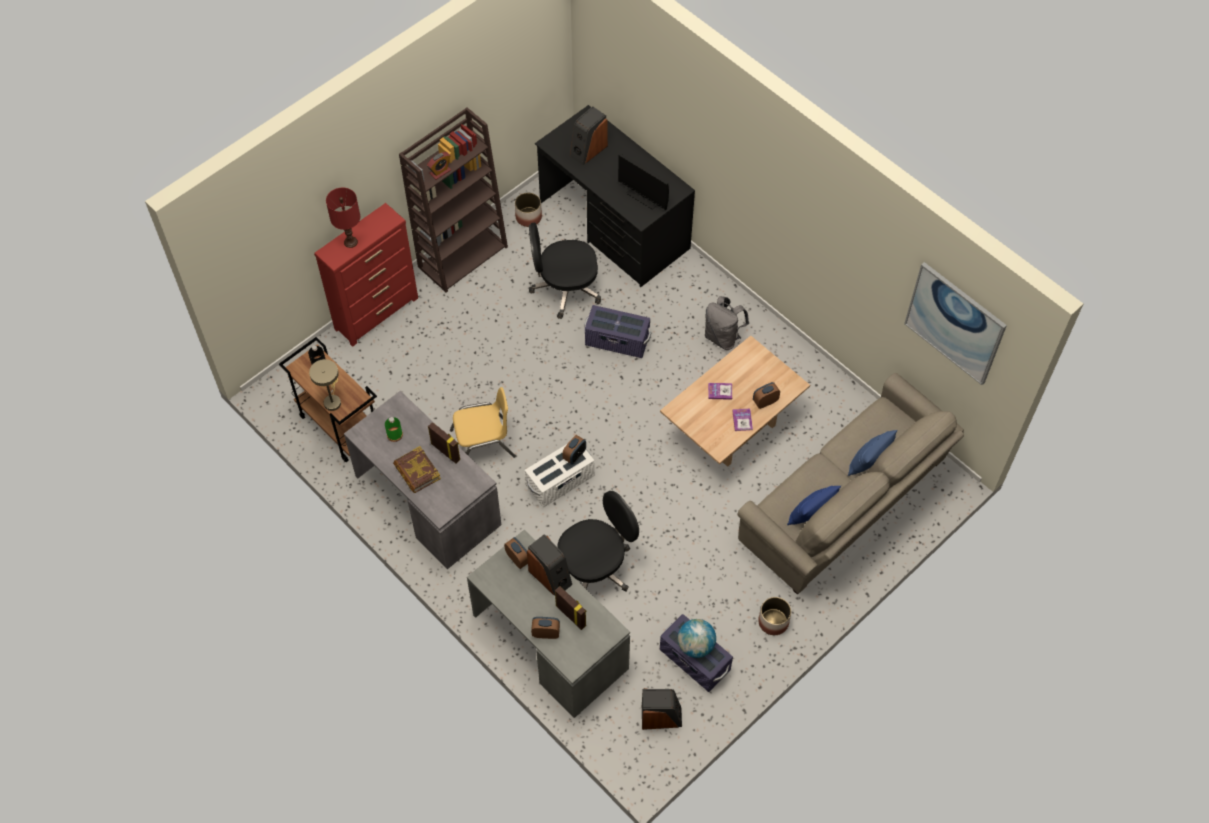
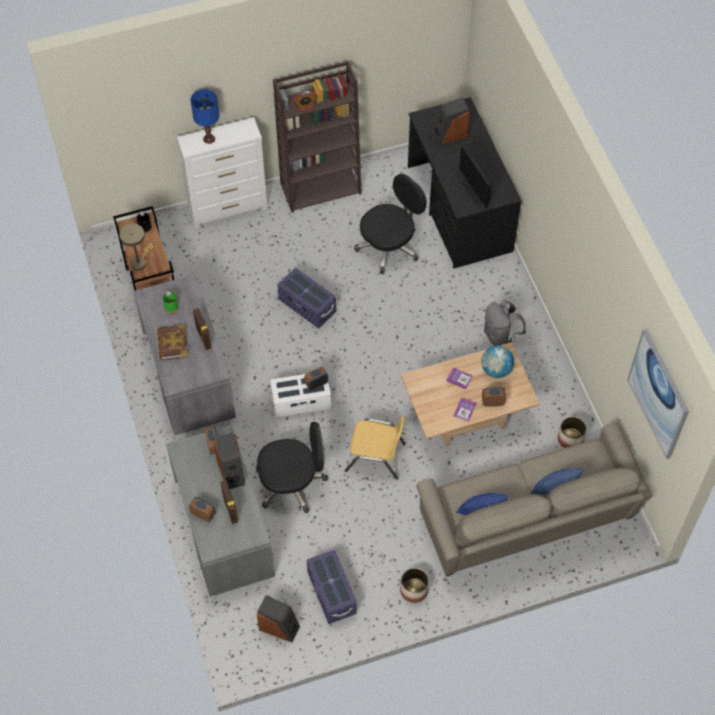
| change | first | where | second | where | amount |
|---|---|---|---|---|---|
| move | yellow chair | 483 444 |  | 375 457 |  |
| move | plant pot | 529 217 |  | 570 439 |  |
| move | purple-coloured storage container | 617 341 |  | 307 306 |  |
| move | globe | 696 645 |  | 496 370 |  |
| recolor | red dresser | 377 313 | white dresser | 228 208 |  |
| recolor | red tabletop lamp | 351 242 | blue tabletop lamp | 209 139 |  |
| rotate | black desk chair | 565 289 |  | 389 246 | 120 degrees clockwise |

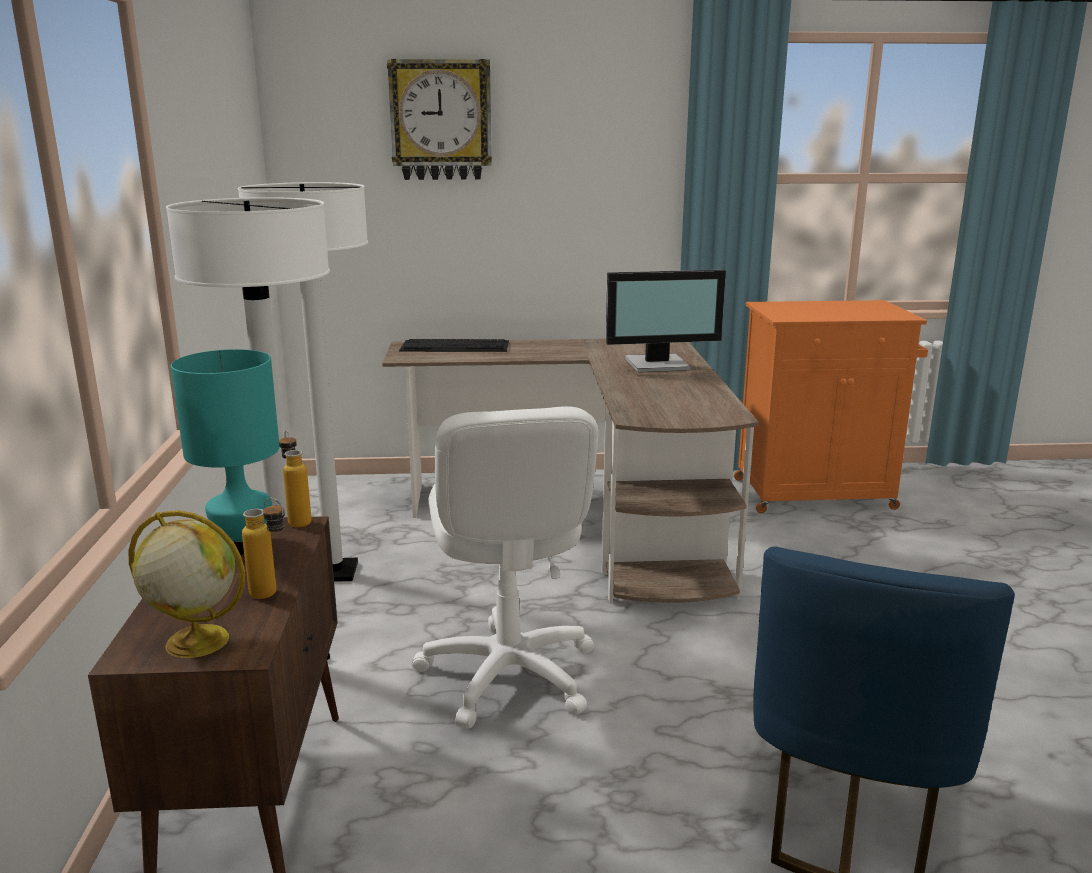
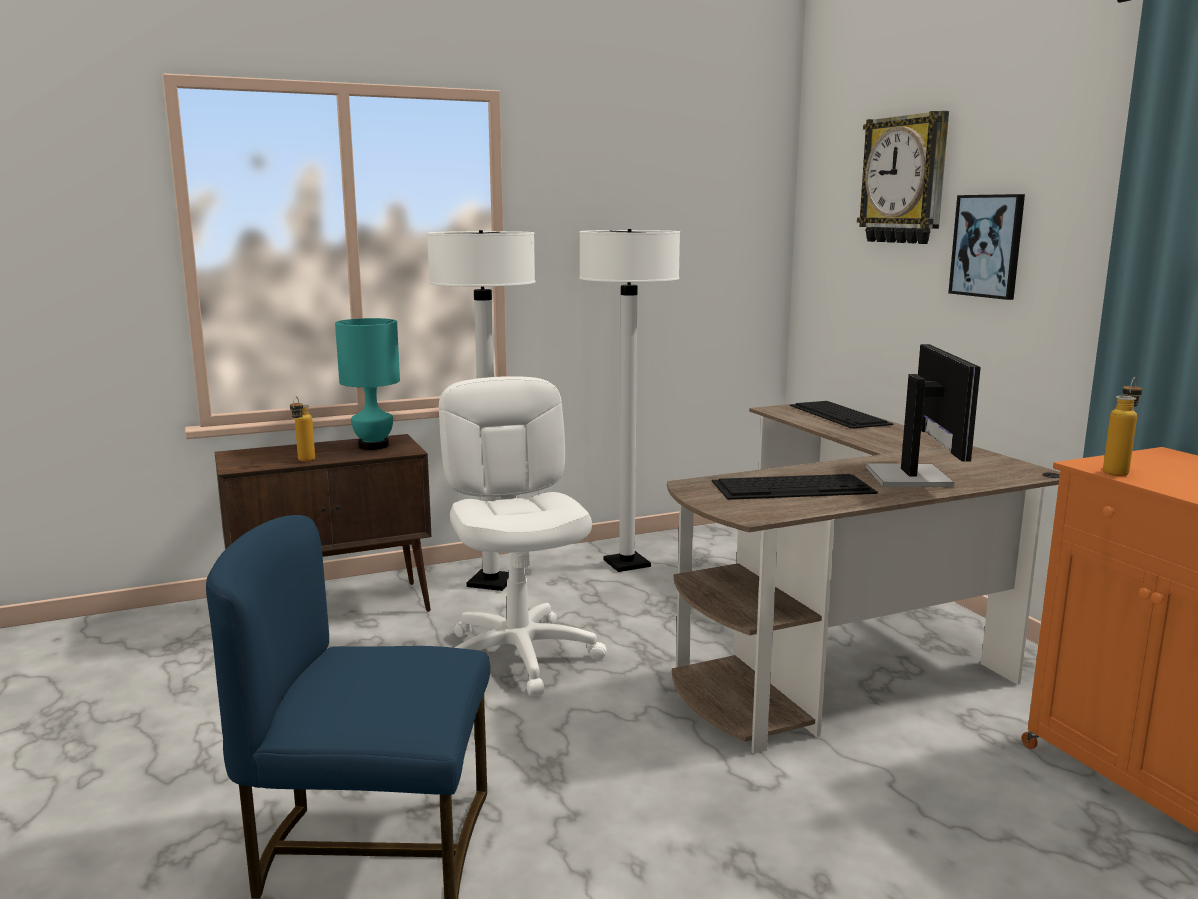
| change | first | where | second | where | amount |
|---|---|---|---|---|---|
| delete | globe | 195 641 |  |  |  |
| insert |  |  | keyboard | 794 487 |  |
| insert |  |  | wall picture | 987 246 |  |
| move | bottle | 297 520 |  | 1118 471 |  |
| rotate | white desk chair | 508 674 |  | 519 656 | 105 degrees clockwise |
| rotate | computer screen | 658 365 |  | 912 476 | 150 degrees counterclockwise |

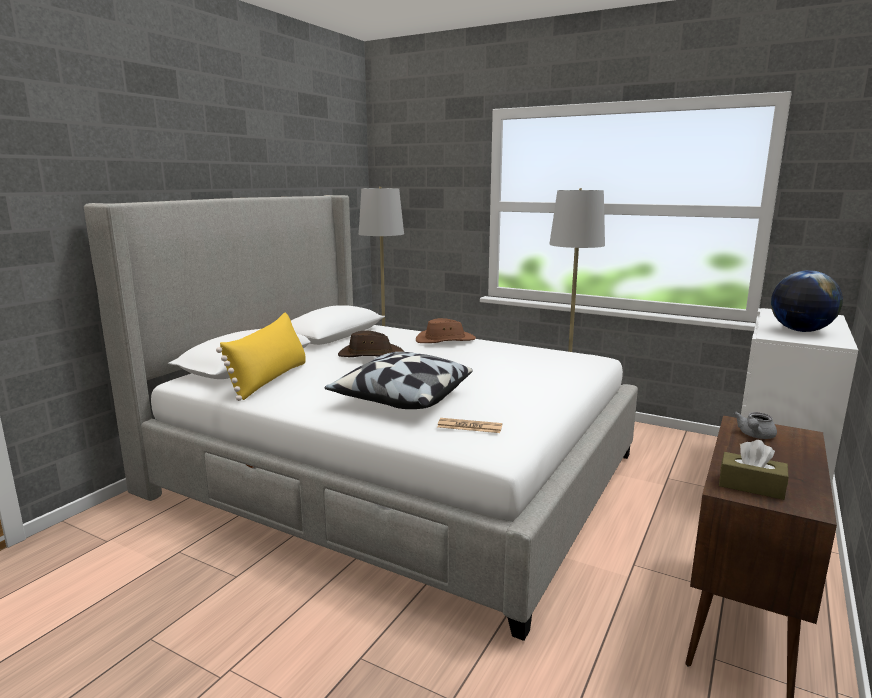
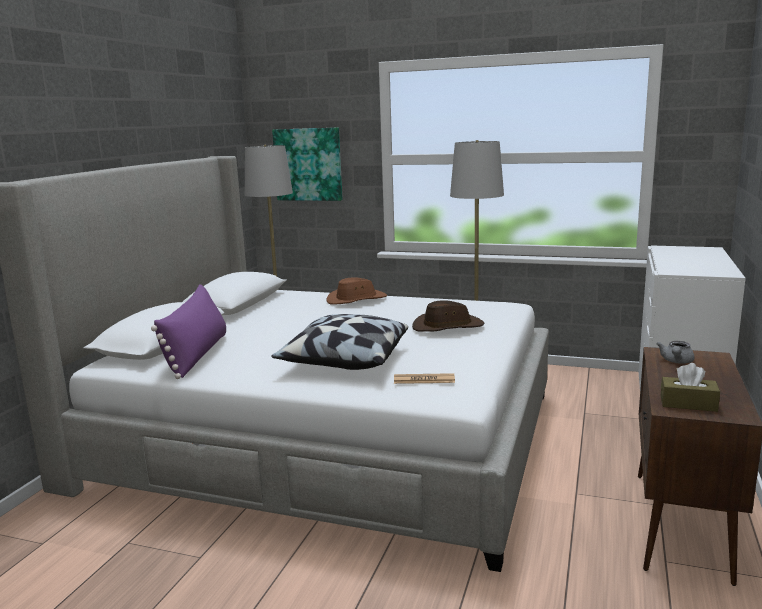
| change | first | where | second | where | amount |
|---|---|---|---|---|---|
| delete | globe | 800 331 |  |  |  |
| insert |  |  | wall picture | 308 164 |  |
| move | brown wearable hat | 370 355 |  | 447 327 |  |
| recolor | yellow pillow | 270 379 | purple-coloured pillow | 197 355 |  |

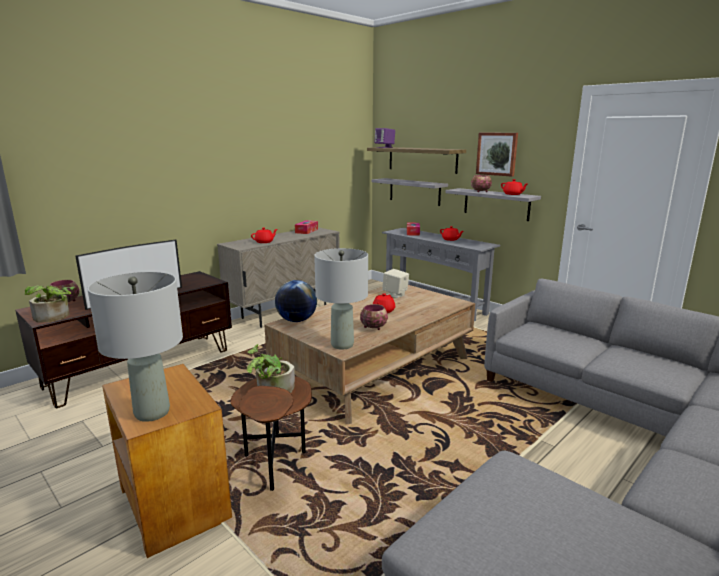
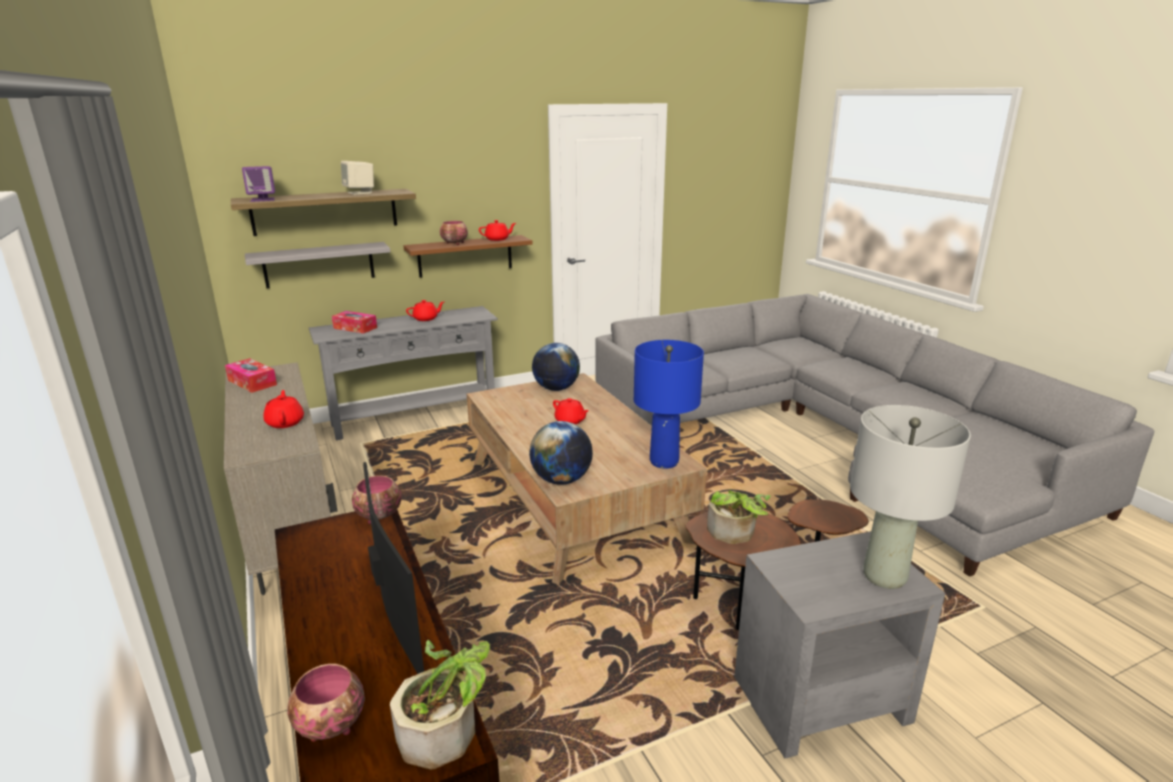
| change | first | where | second | where | amount |
|---|---|---|---|---|---|
| delete | wall picture | 497 154 |  |  |  |
| insert |  |  | globe | 556 388 |  |
| move | deep dish | 373 327 |  | 378 516 |  |
| move | beige-coloured audio speaker | 395 294 |  | 360 193 |  |
| recolor | brown end table | 174 501 | greyish end table | 819 699 |  |
| recolor | greyish tabletop lamp | 342 345 | blue tabletop lamp | 664 462 |  |
| recolor | greyish wall shelf | 496 204 | brown wall shelf | 465 256 |  |

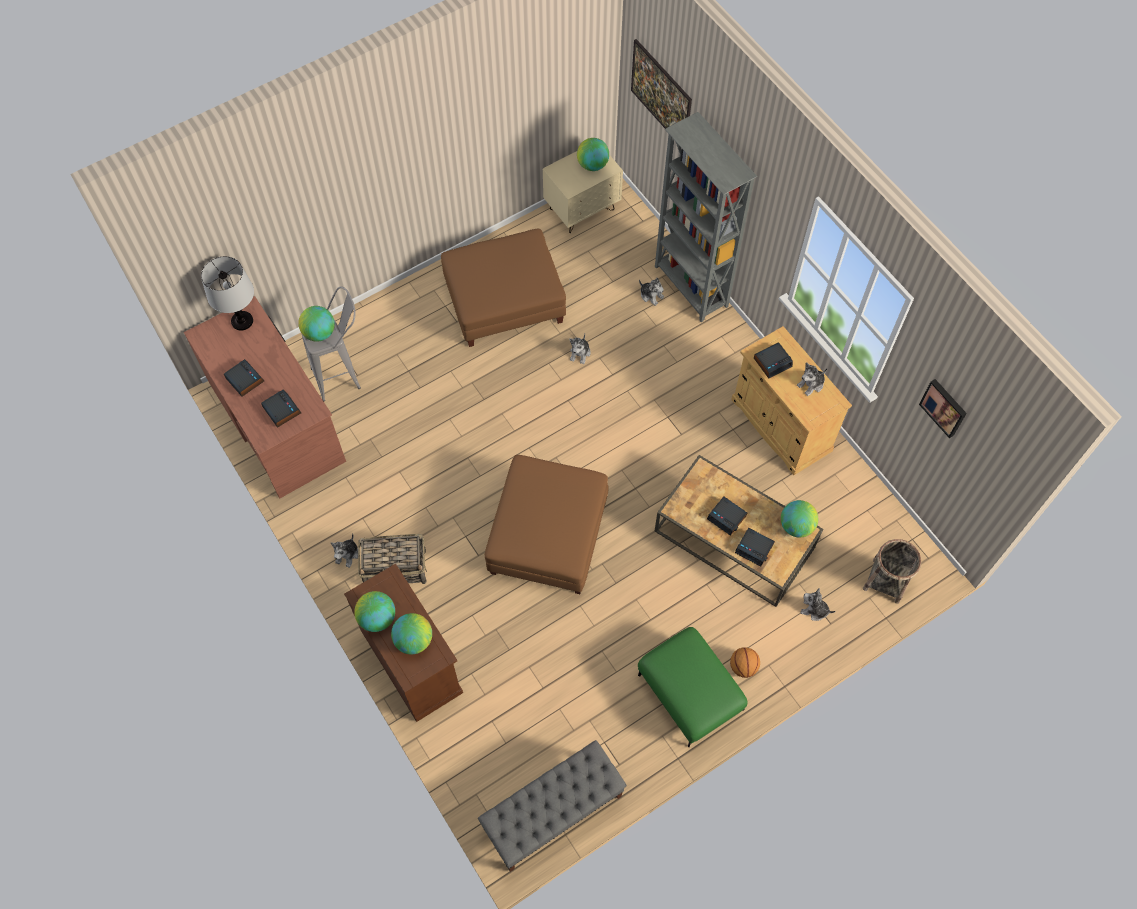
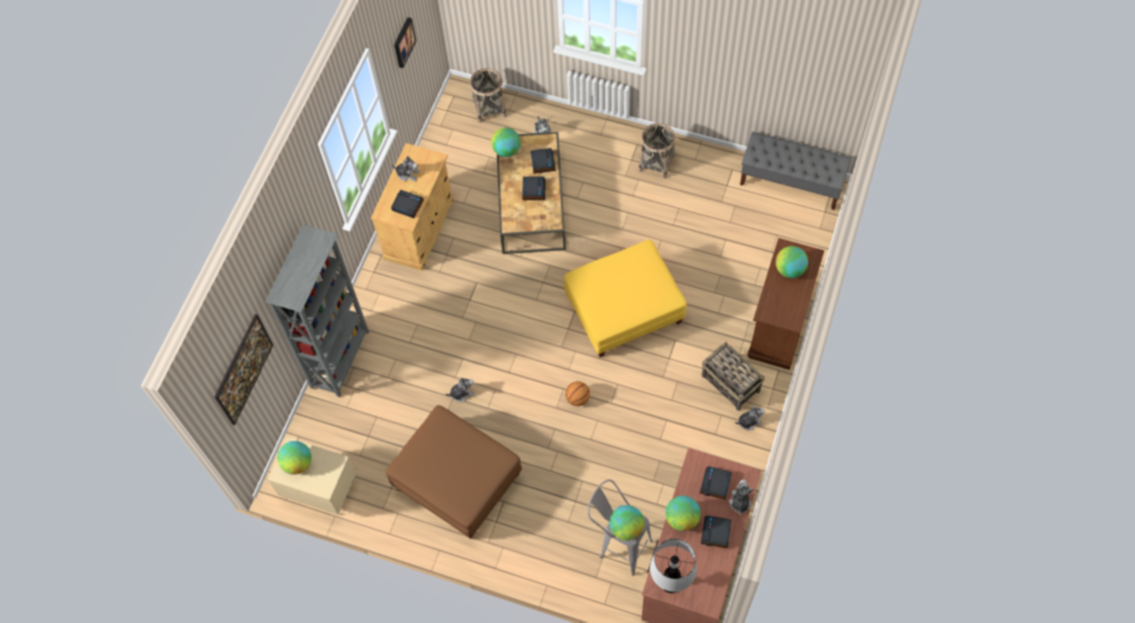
| change | first | where | second | where | amount |
|---|---|---|---|---|---|
| move | globe | 377 618 |  | 682 518 |  |
| move | cuddly toy | 651 295 |  | 740 501 |  |
| move | basketball | 743 667 |  | 577 398 |  |
| replace | green ottoman | 688 693 | storage basket | 656 163 |  |
| recolor | brown ottoman | 548 536 | yellow ottoman | 624 308 |  |

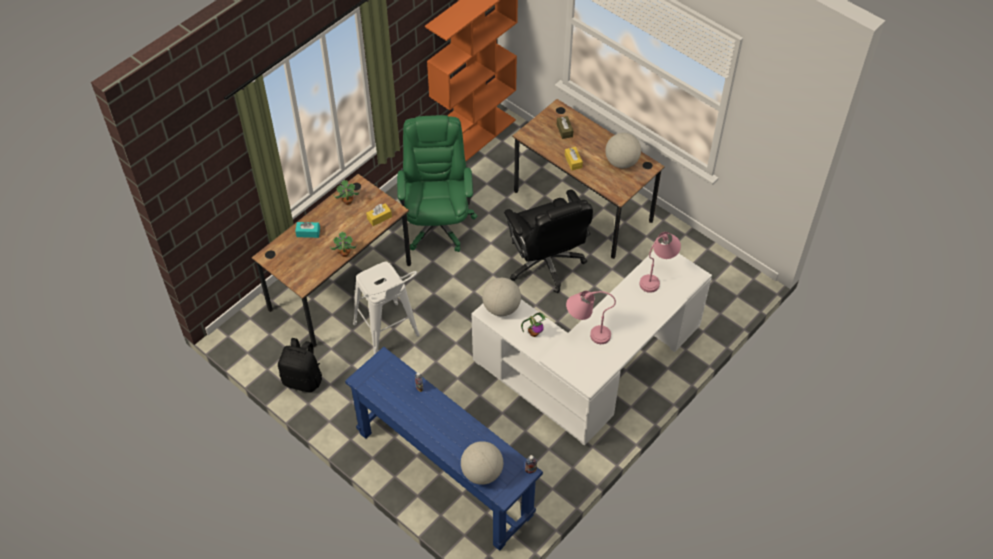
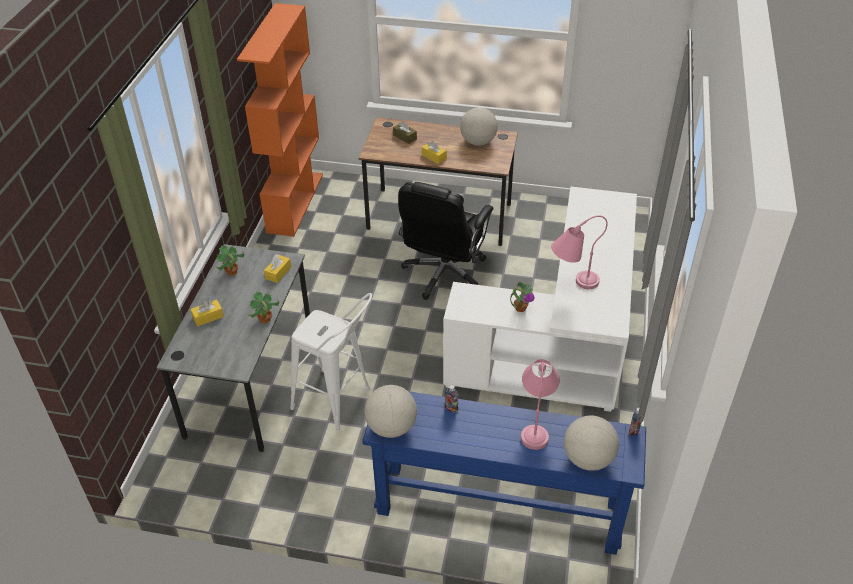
| change | first | where | second | where | amount |
|---|---|---|---|---|---|
| delete | black rucksack | 303 379 |  |  |  |
| delete | green desk chair | 437 223 |  |  |  |
| move | globe | 501 307 |  | 391 427 |  |
| move | pink tabletop lamp | 657 275 |  | 536 423 |  |
| recolor | brown desk unit | 340 287 | greyish desk unit | 251 381 |  |
| recolor | turquoise tissue holder | 308 232 | yellow tissue holder | 208 317 |  |
| rotate | black desk chair | 546 263 |  | 444 274 | 75 degrees clockwise |

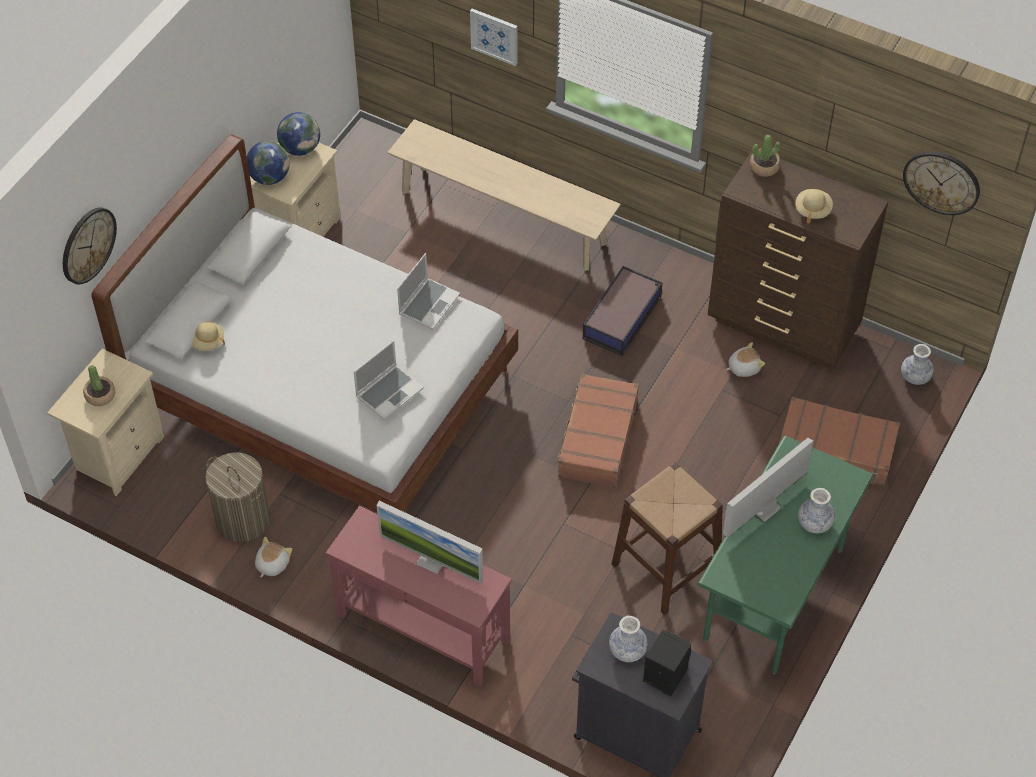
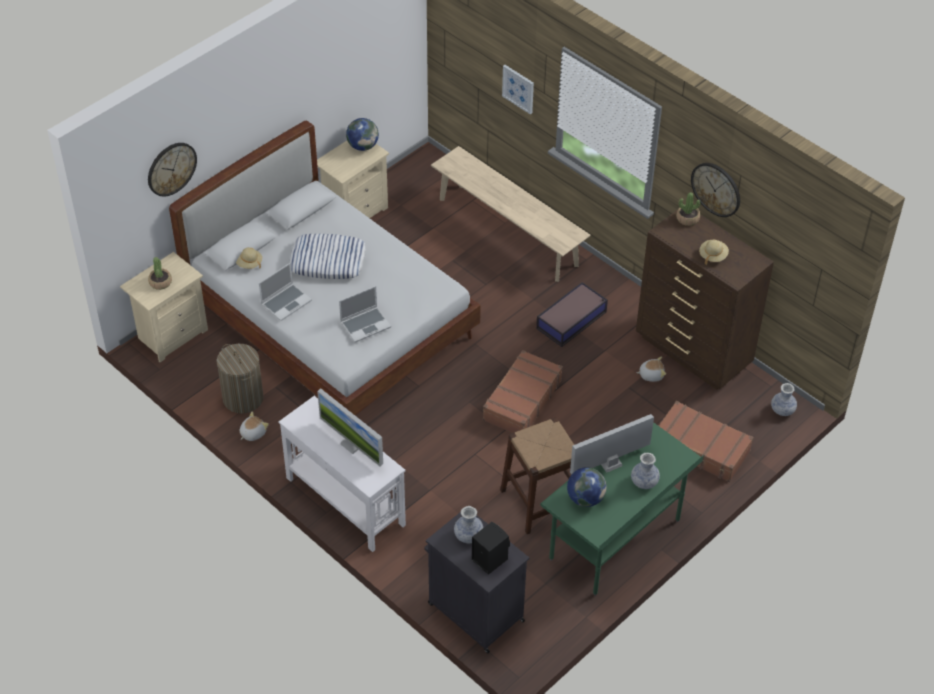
| change | first | where | second | where | amount |
|---|---|---|---|---|---|
| insert |  |  | pillow | 328 261 |  |
| move | globe | 269 177 |  | 585 498 |  |
| move | notebook computer | 429 304 |  | 286 302 |  |
| move | hanging clock | 941 182 |  | 716 189 |  |
| recolor | red hall table | 422 627 | white hall table | 345 501 |  |

